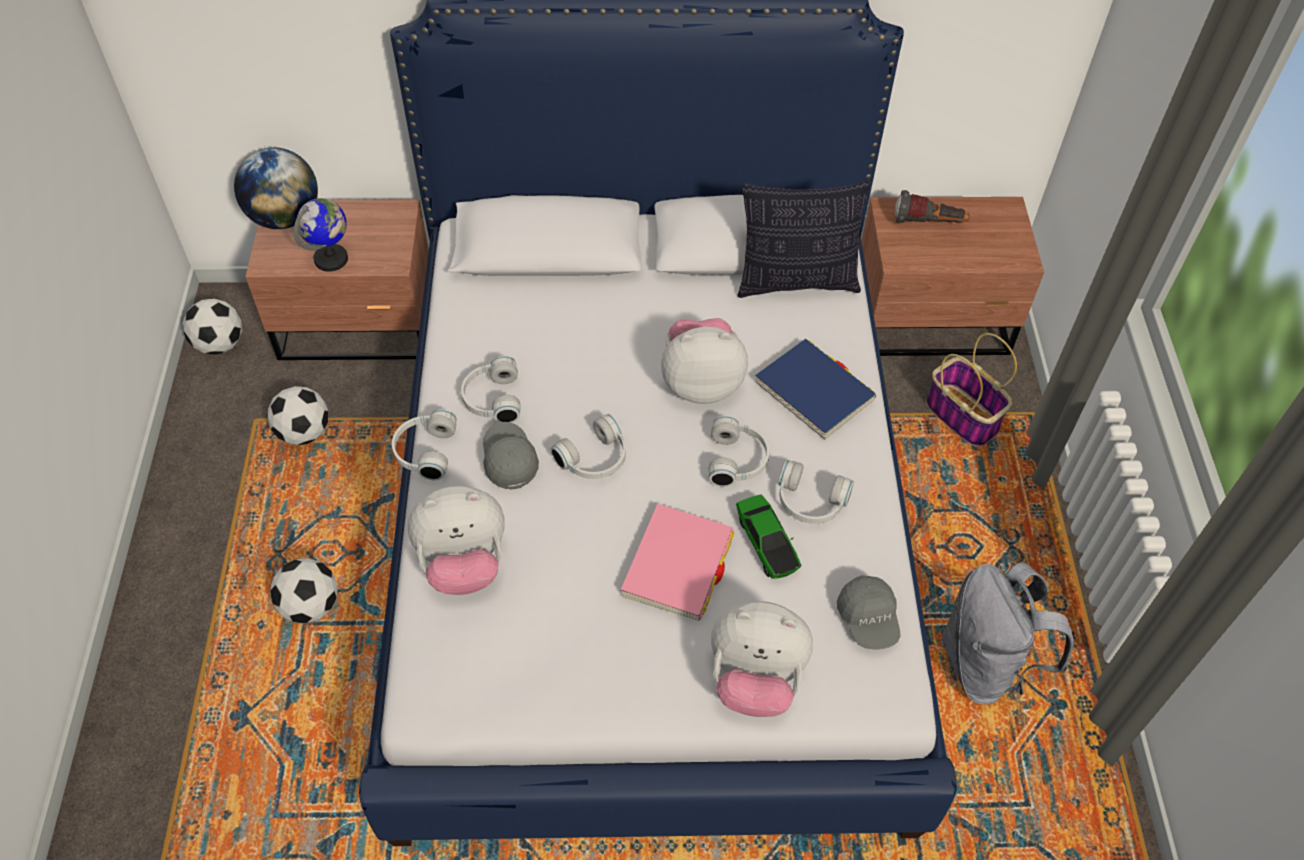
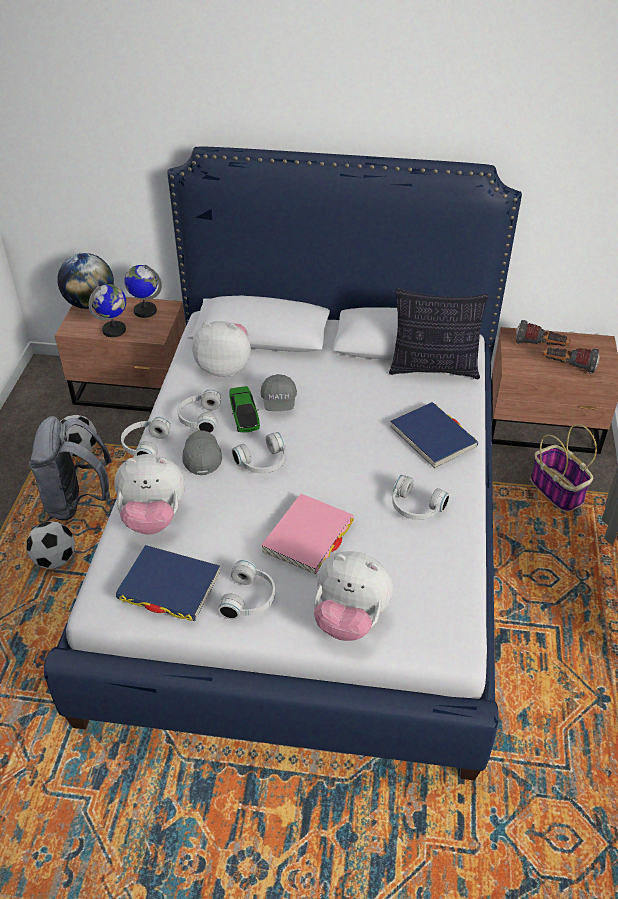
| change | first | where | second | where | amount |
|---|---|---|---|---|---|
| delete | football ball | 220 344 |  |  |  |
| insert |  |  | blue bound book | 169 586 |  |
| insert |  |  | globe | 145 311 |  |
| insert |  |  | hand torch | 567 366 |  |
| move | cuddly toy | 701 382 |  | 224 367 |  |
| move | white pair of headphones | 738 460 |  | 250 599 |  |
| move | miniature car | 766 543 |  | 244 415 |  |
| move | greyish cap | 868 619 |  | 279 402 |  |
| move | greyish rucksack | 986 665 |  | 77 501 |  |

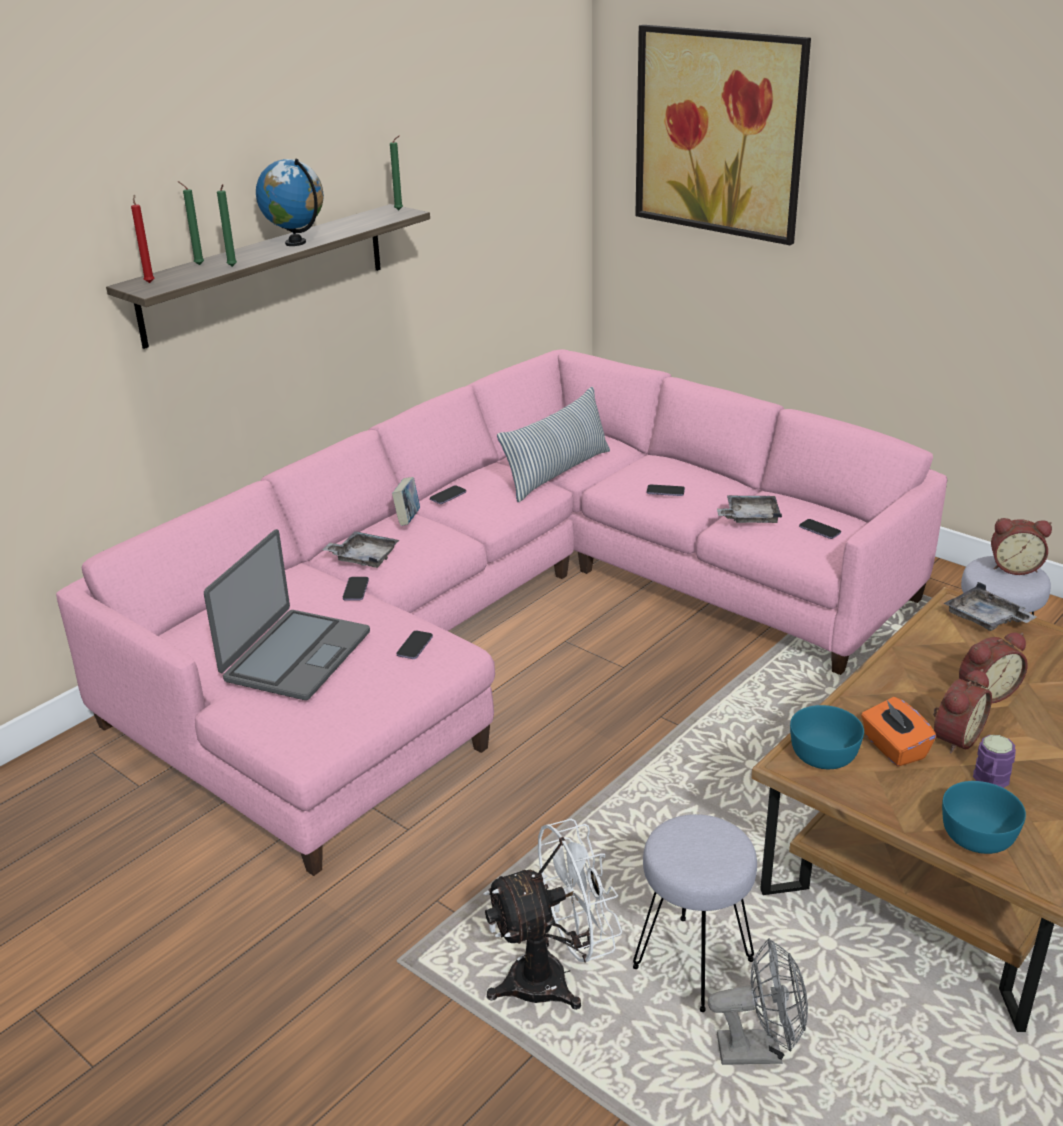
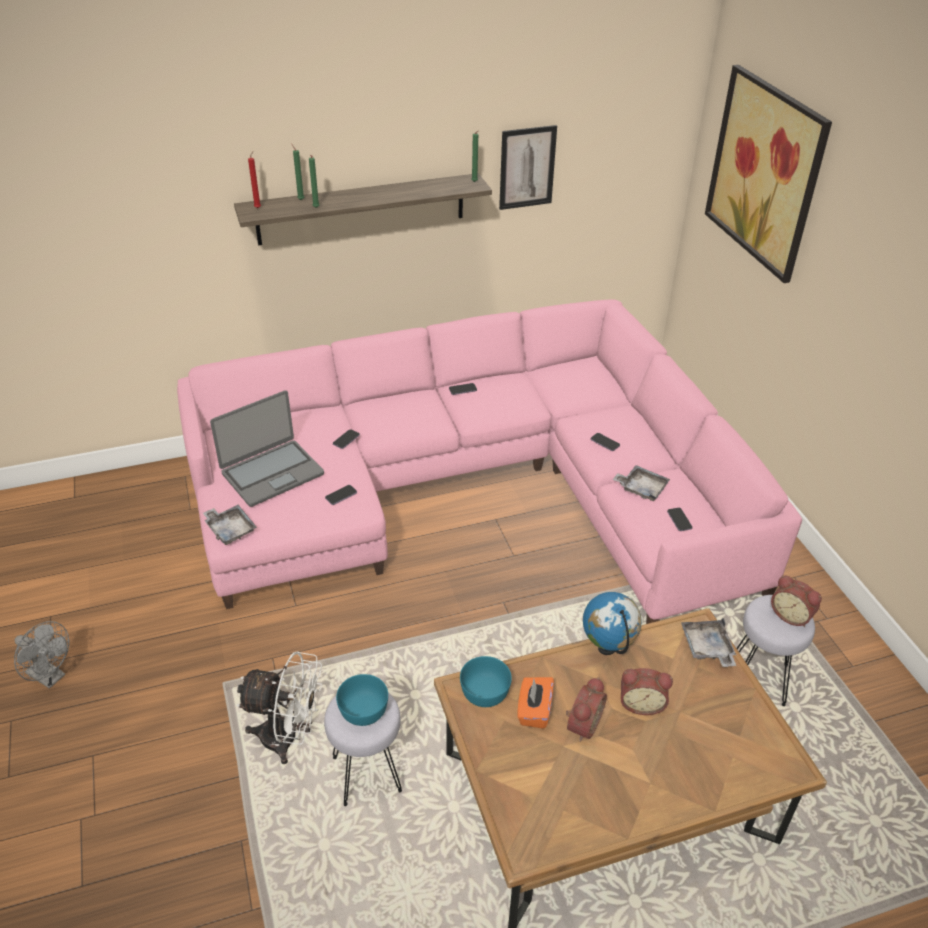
| change | first | where | second | where | amount |
|---|---|---|---|---|---|
| delete | bound book | 408 519 |  |  |  |
| delete | pillow | 557 473 |  |  |  |
| delete | purple-coloured tea mug | 990 781 |  |  |  |
| insert |  |  | wall picture | 527 167 |  |
| move | globe | 296 243 |  | 607 648 |  |
| move | greyish tray | 363 557 |  | 230 529 |  |
| move | greyish electric fan | 760 1049 |  | 50 677 |  |
| move | turquoise deep dish | 976 836 |  | 362 710 |  |
| rotate | table clock | 954 737 |  | 581 724 | 45 degrees counterclockwise |

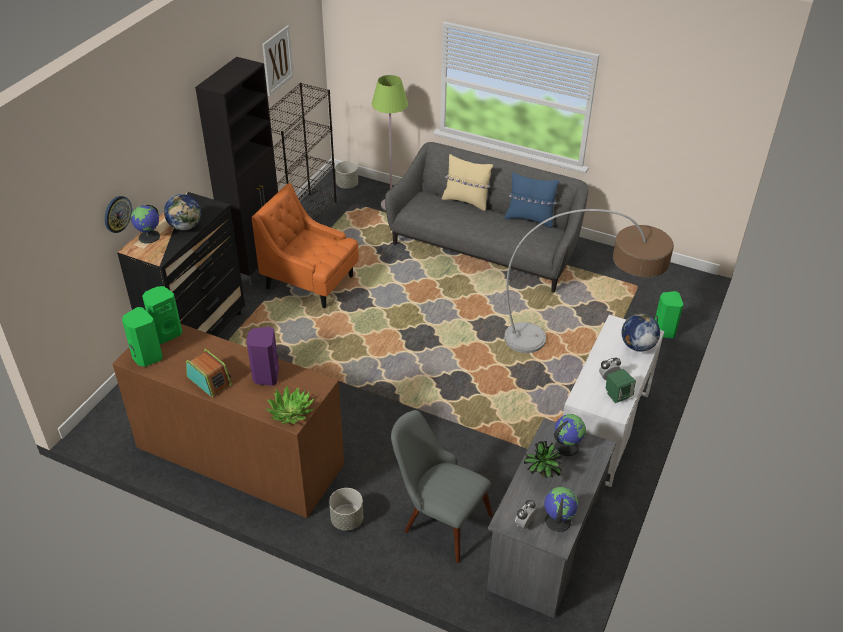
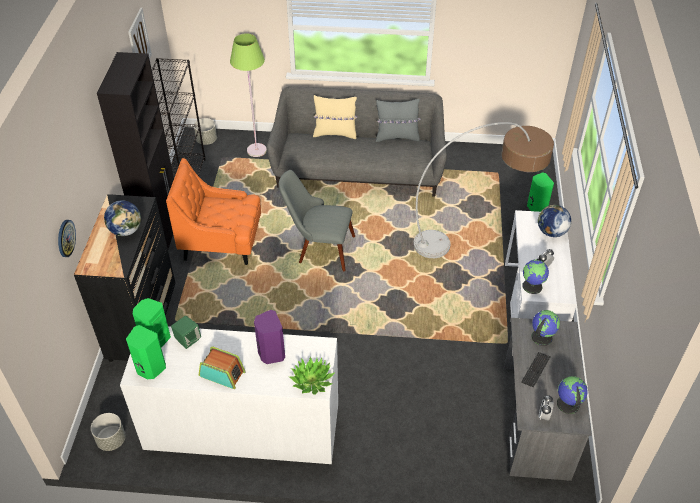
| change | first | where | second | where | amount |
|---|---|---|---|---|---|
| move | globe | 149 237 |  | 532 286 |  |
| move | greyish plant pot | 347 520 |  | 112 440 |  |
| move | greyish chair | 438 518 |  | 318 249 |  |
| move | green audio speaker | 618 395 |  | 188 340 |  |
| replace | houseplant | 541 476 | keyboard | 535 370 |  |
| recolor | brown dresser | 239 455 | white dresser | 242 426 |  |
| recolor | blue pillow | 530 219 | greyish pillow | 397 137 |  |

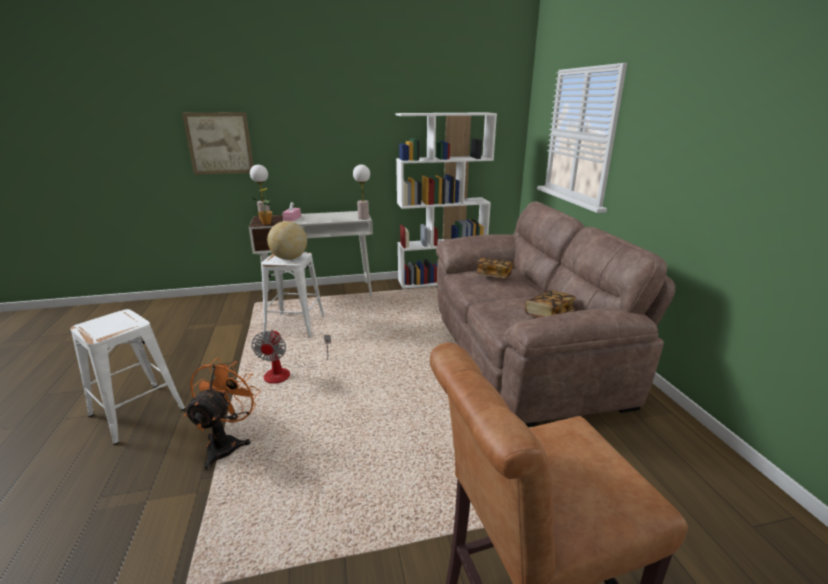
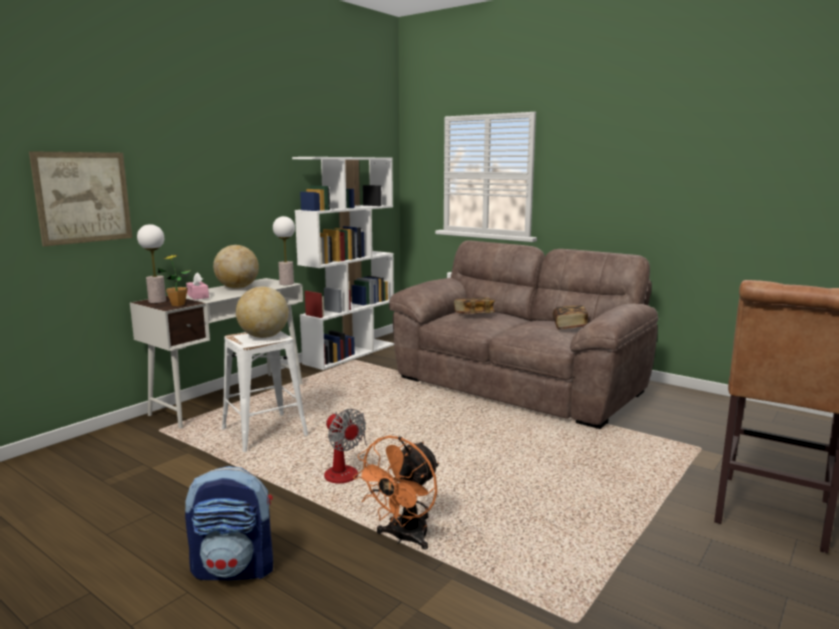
| change | first | where | second | where | amount |
|---|---|---|---|---|---|
| insert |  |  | globe | 237 288 |  |
| replace | white stool | 138 411 | rucksack | 235 569 |  |
| rotate | orange-coloured electric fan | 227 443 |  | 404 538 | 120 degrees counterclockwise |

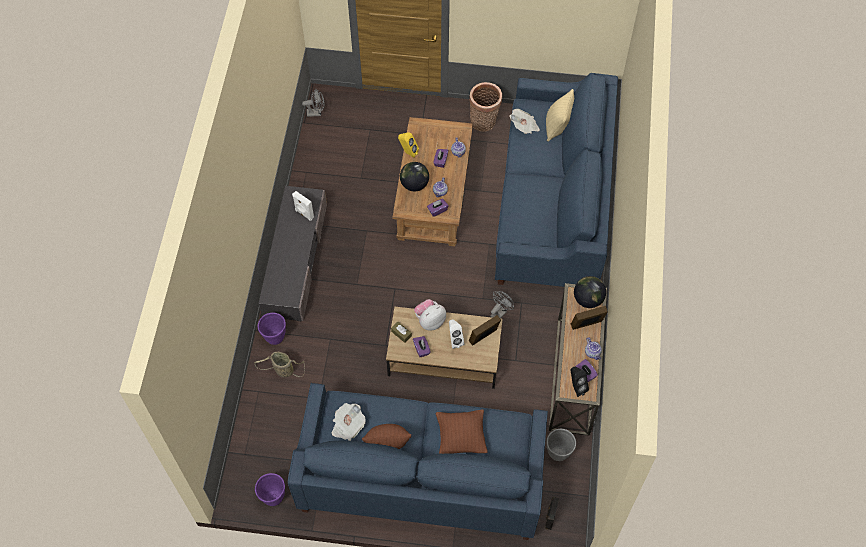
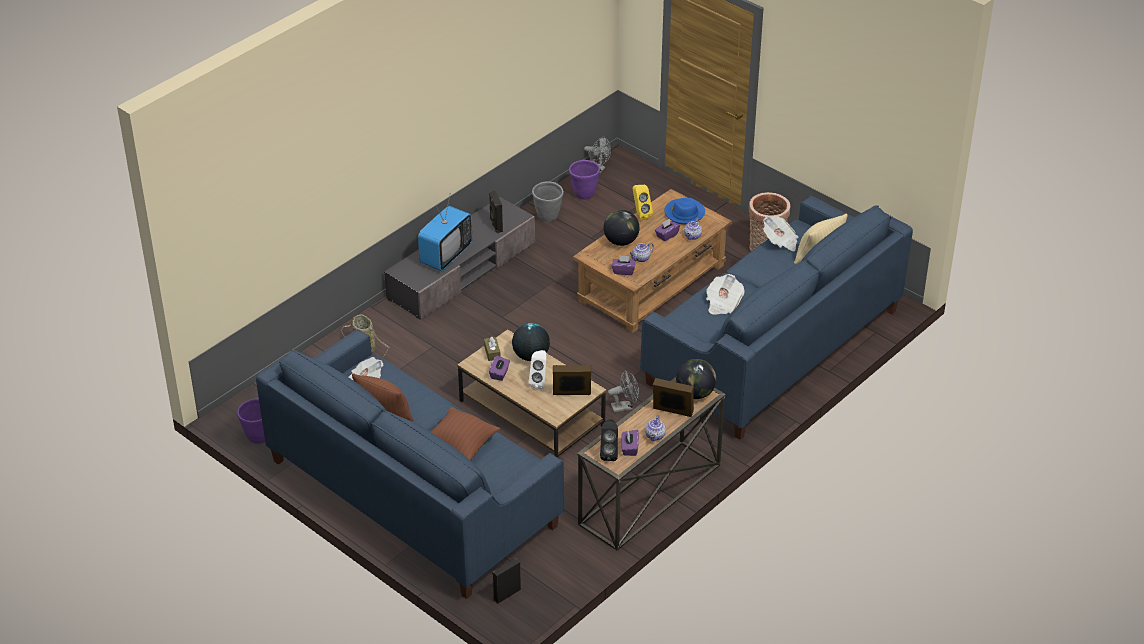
| change | first | where | second | where | amount |
|---|---|---|---|---|---|
| insert |  |  | TV set | 446 255 |  |
| insert |  |  | blue wearable hat | 684 213 |  |
| insert |  |  | daily paper | 723 304 |  |
| move | purple-coloured plant pot | 274 337 |  | 584 194 |  |
| move | greyish plant pot | 558 453 |  | 548 217 |  |
| replace | cuddly toy | 430 321 | globe | 531 356 |  |
| recolor | white audio speaker | 304 214 | black audio speaker | 495 225 |  |

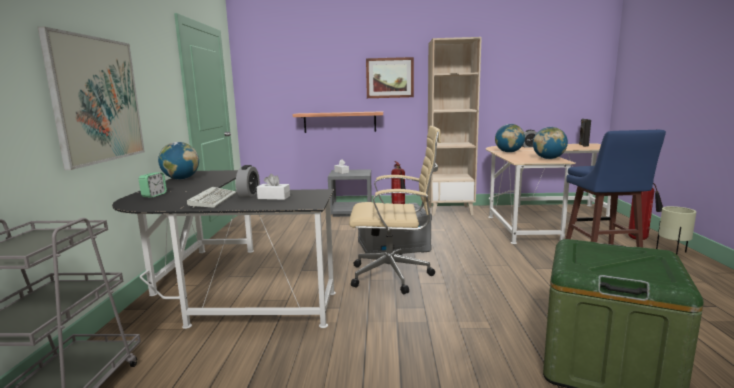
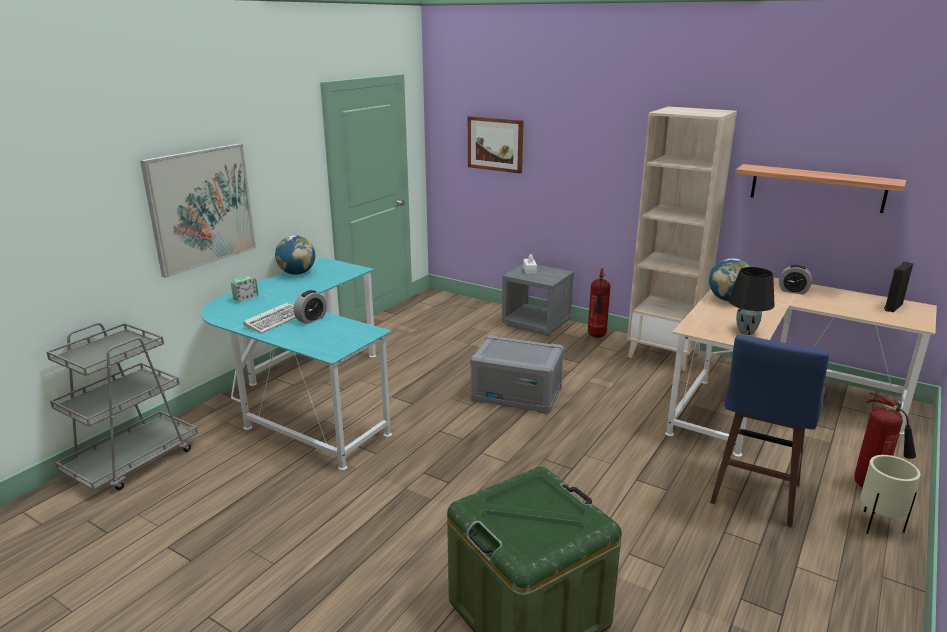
| change | first | where | second | where | amount |
|---|---|---|---|---|---|
| delete | white tissue holder | 274 197 |  |  |  |
| delete | beige-coloured desk chair | 394 275 |  |  |  |
| move | wall shelf | 339 122 |  | 817 188 |  |
| move | wall picture | 389 78 |  | 495 144 |  |
| replace | globe | 548 159 | black tabletop lamp | 745 332 |  |
| recolor | black desk unit | 224 290 | turquoise desk unit | 306 398 |  |

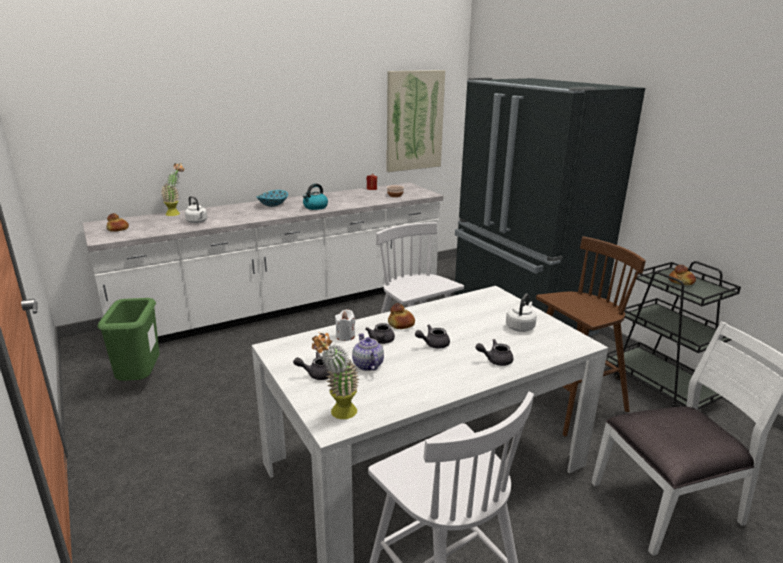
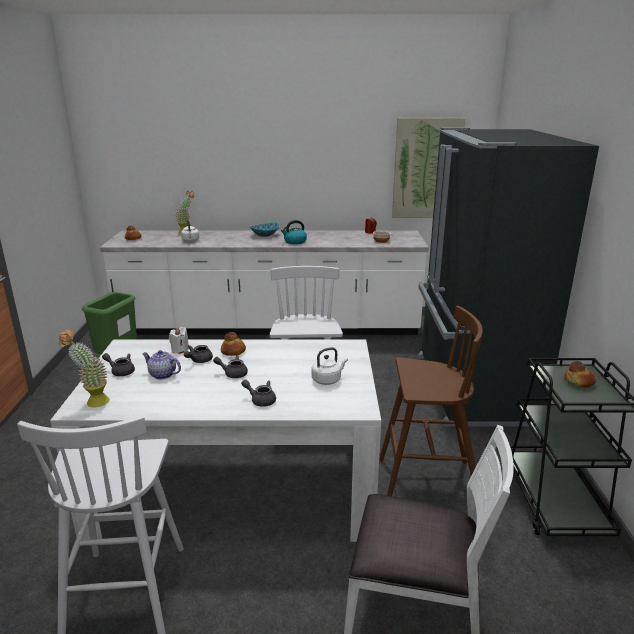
| change | first | where | second | where | amount |
|---|---|---|---|---|---|
| rotate | pot for tea | 367 365 |  | 162 375 | 75 degrees counterclockwise |

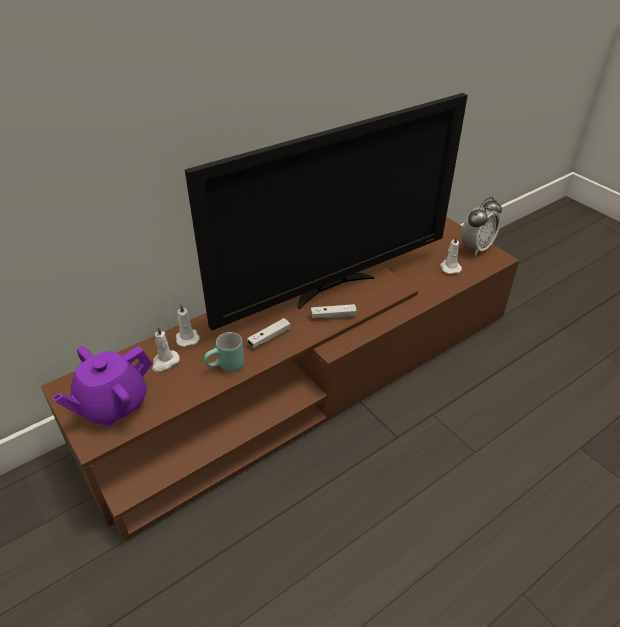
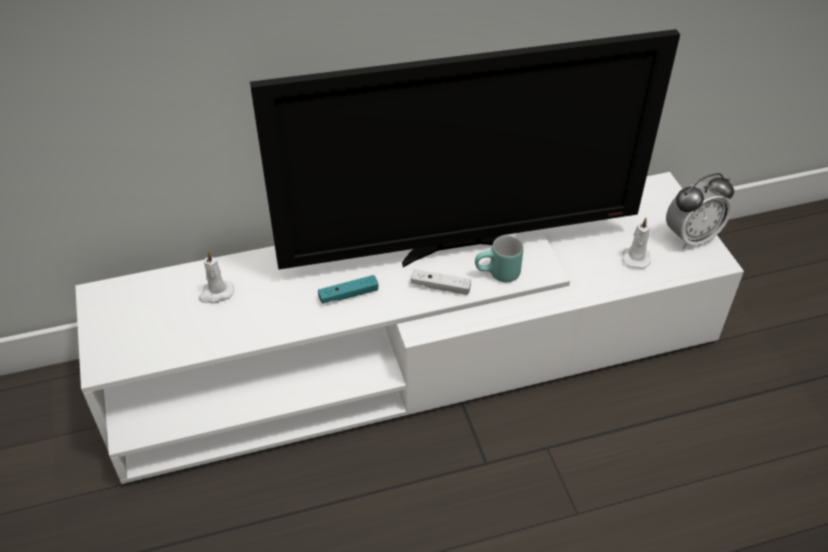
| change | first | where | second | where | amount |
|---|---|---|---|---|---|
| delete | purple-coloured pot for tea | 112 404 |  |  |  |
| delete | white wax light | 187 338 |  |  |  |
| move | turquoise tea mug | 226 367 |  | 498 275 |  |
| recolor | brown media console | 309 377 | white media console | 414 353 |  |
| recolor | white gamepad | 269 337 | turquoise gamepad | 348 295 |  |

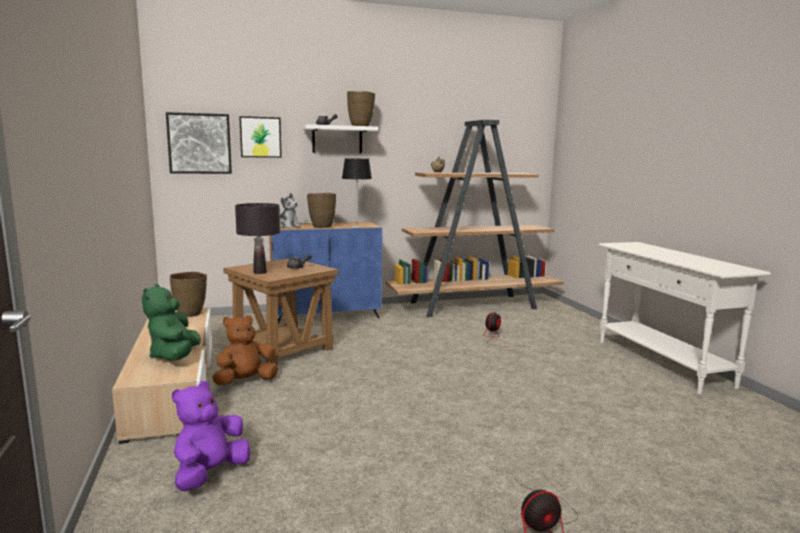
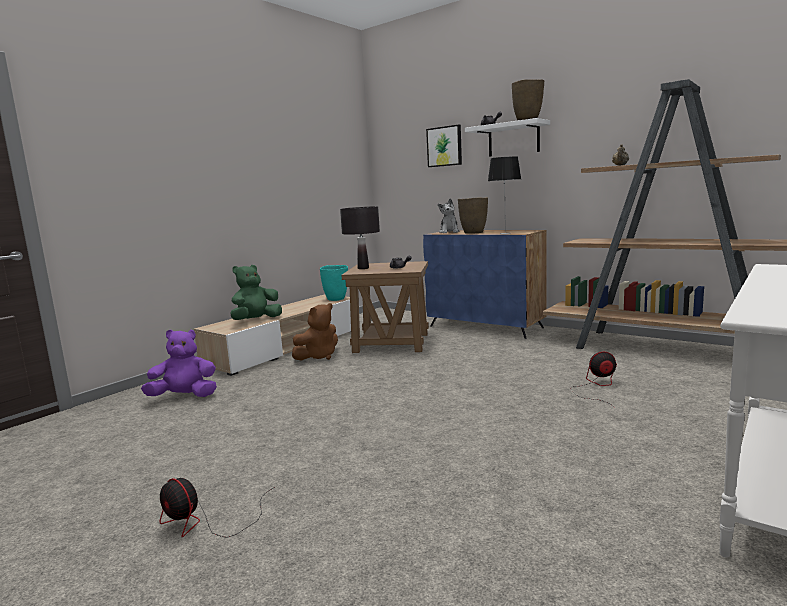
| change | first | where | second | where | amount |
|---|---|---|---|---|---|
| delete | wall picture | 199 143 |  |  |  |
| recolor | brown vase | 190 314 | turquoise vase | 336 299 |  |
| rotate | brown cuddly toy | 245 382 |  | 318 356 | 120 degrees clockwise |

